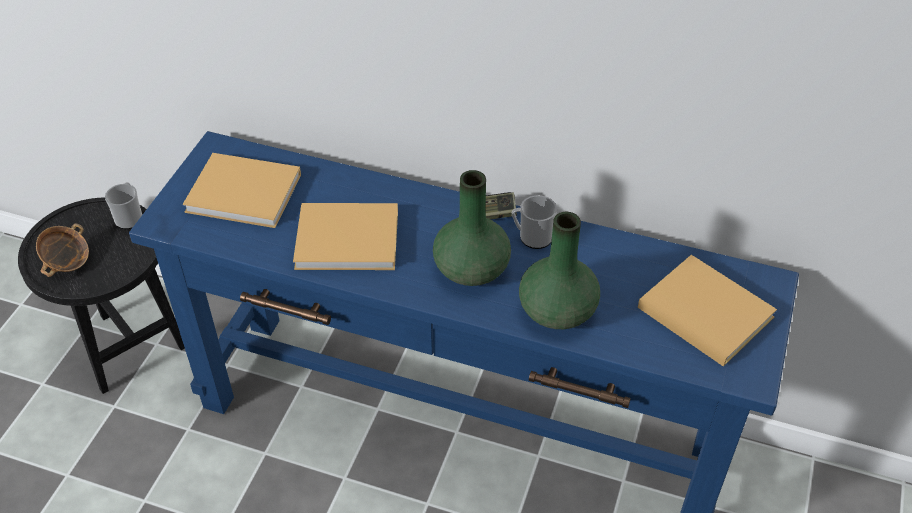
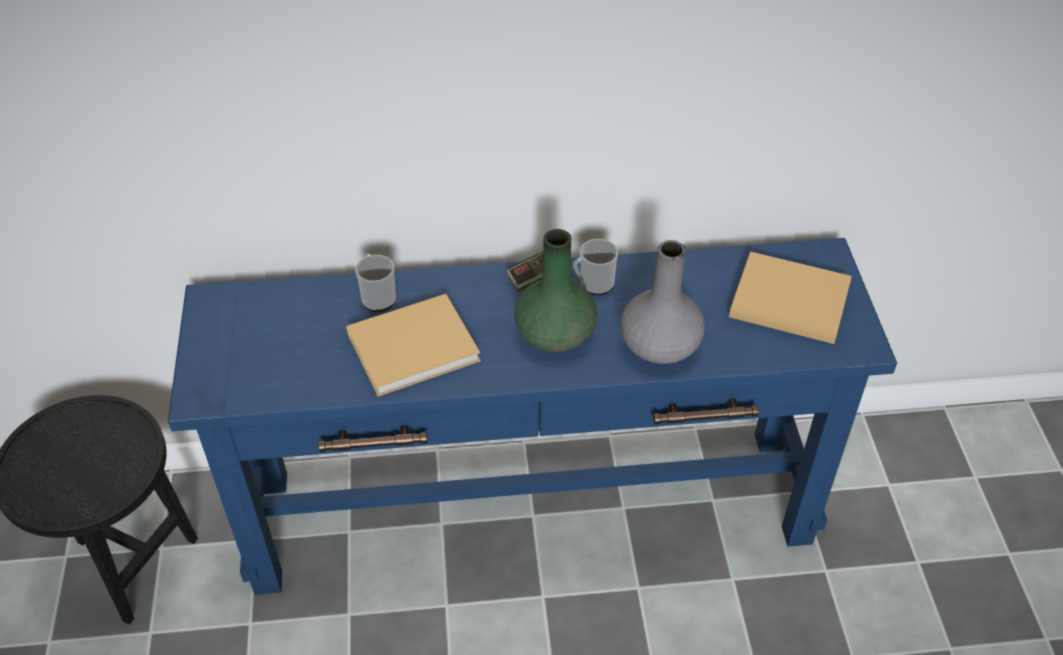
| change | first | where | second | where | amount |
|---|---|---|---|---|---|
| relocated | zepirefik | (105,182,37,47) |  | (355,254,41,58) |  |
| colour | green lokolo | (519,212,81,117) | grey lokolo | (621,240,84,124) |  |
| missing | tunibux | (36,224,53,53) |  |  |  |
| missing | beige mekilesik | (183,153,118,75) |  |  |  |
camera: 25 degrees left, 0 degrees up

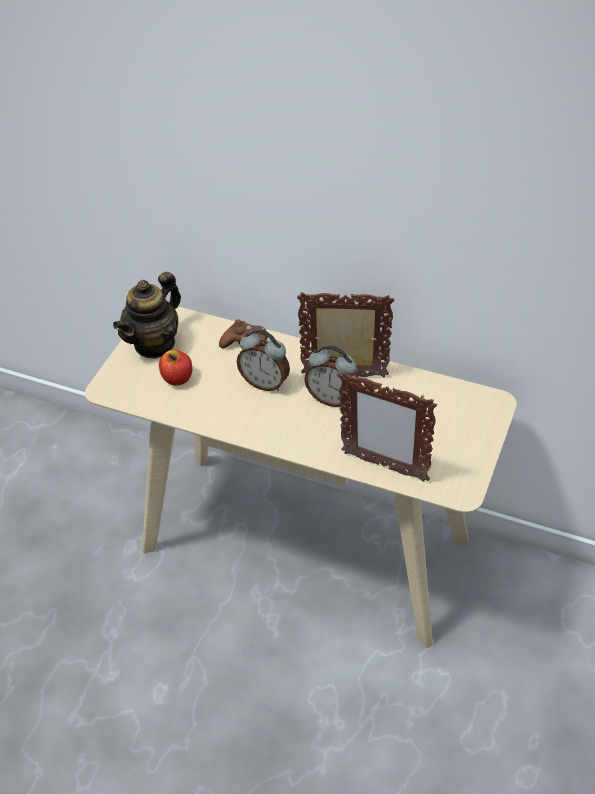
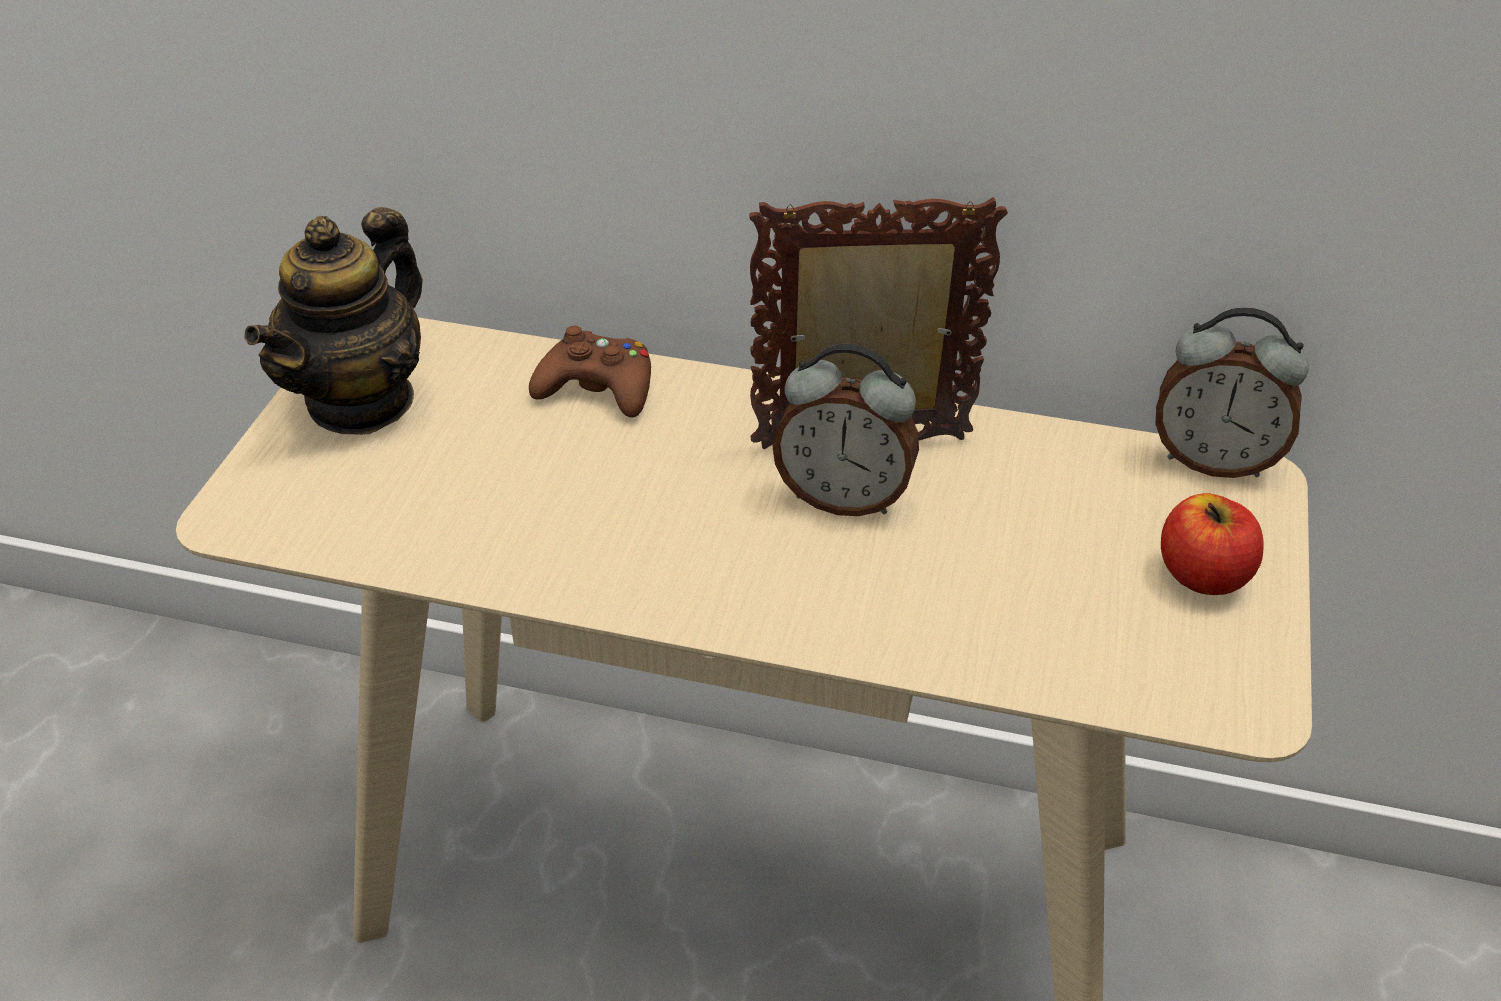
| change | first | where | second | where | amount |
|---|---|---|---|---|---|
| relocated | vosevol | (237,330,53,61) |  | (1155,307,154,171) |  |
| relocated | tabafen | (159,349,33,36) |  | (1161,493,103,102) |  |
| missing | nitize | (338,372,99,110) |  |  |  |
camera: 10 degrees left, 5 degrees down

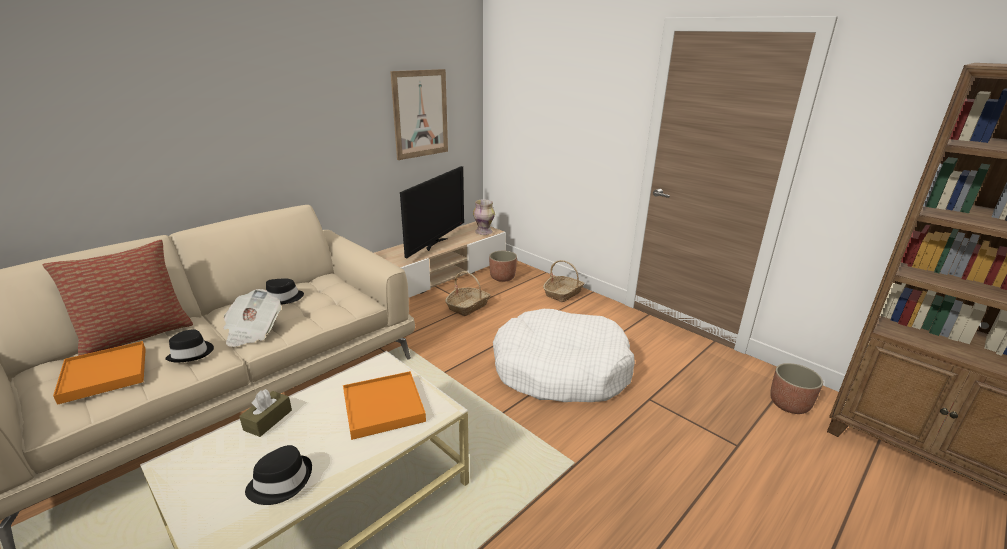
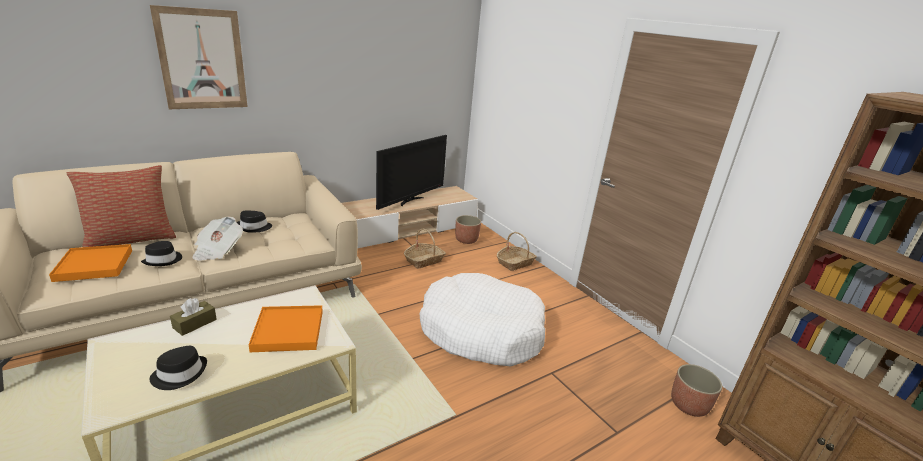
| change | first | where | second | where | amount |
|---|---|---|---|---|---|
| relocated | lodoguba | (390,69,58,91) |  | (150,5,98,104) |  |
| missing | lokolo | (473,200,22,35) |  |  |  |
camera: 10 degrees right, 0 degrees up

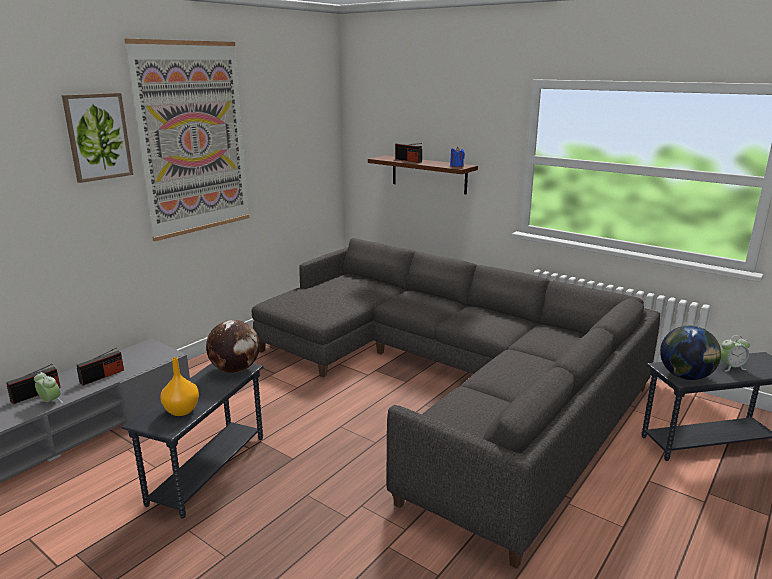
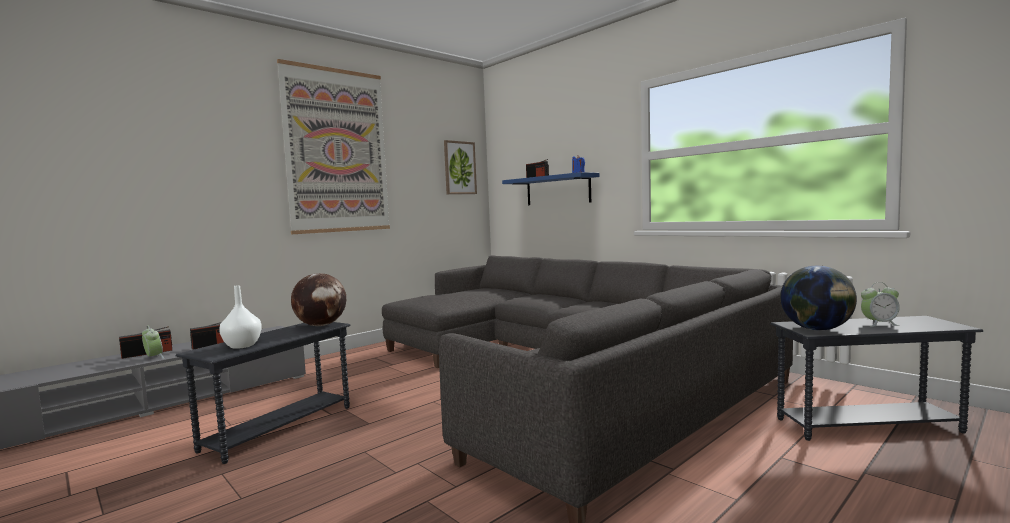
| change | first | where | second | where | amount |
|---|---|---|---|---|---|
| colour | orange lokolo | (161,357,38,59) | white lokolo | (219,285,43,64) |  |
| relocated | lodoguba | (62,93,71,90) |  | (444,140,33,54) |  |
| colour | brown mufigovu | (368,155,110,39) | blue mufigovu | (502,172,97,33) |  |
camera: 10 degrees right, 15 degrees down

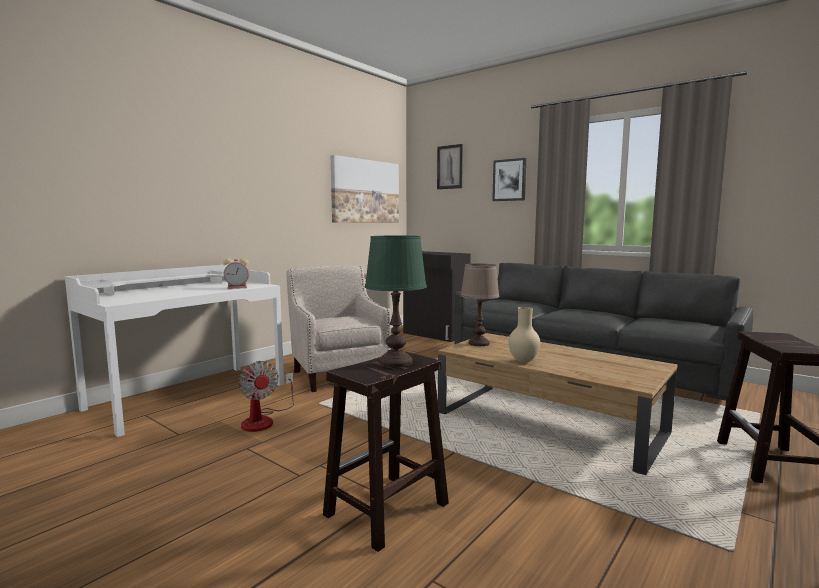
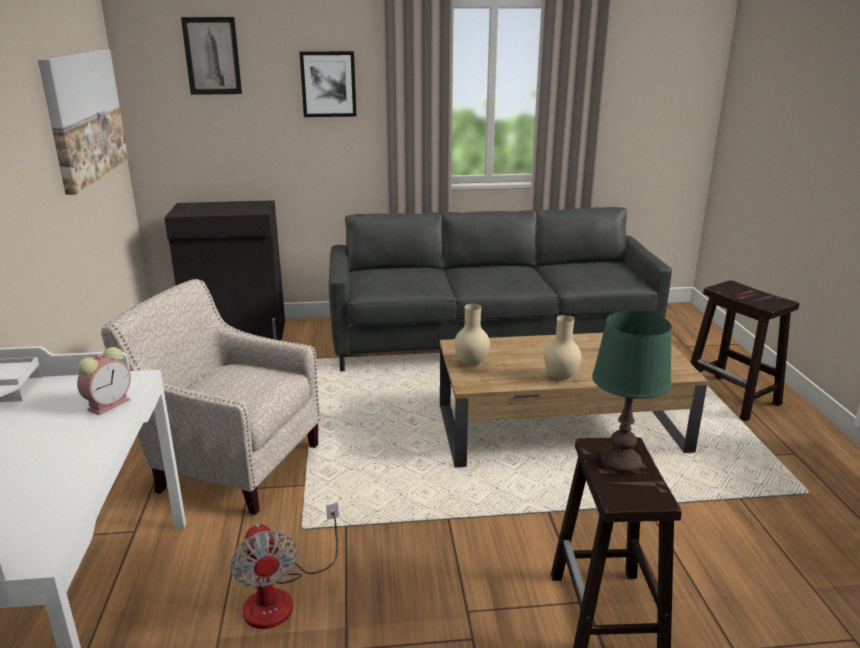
| change | first | where | second | where | amount |
|---|---|---|---|---|---|
| spun | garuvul | (239,361,55,71) |  | (230,503,109,126) | 60 degrees clockwise |
| exchanged | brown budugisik | (461,264,39,82) | beige lokolo | (454,304,36,63) |  |
camera: 45 degrees left, 15 degrees up

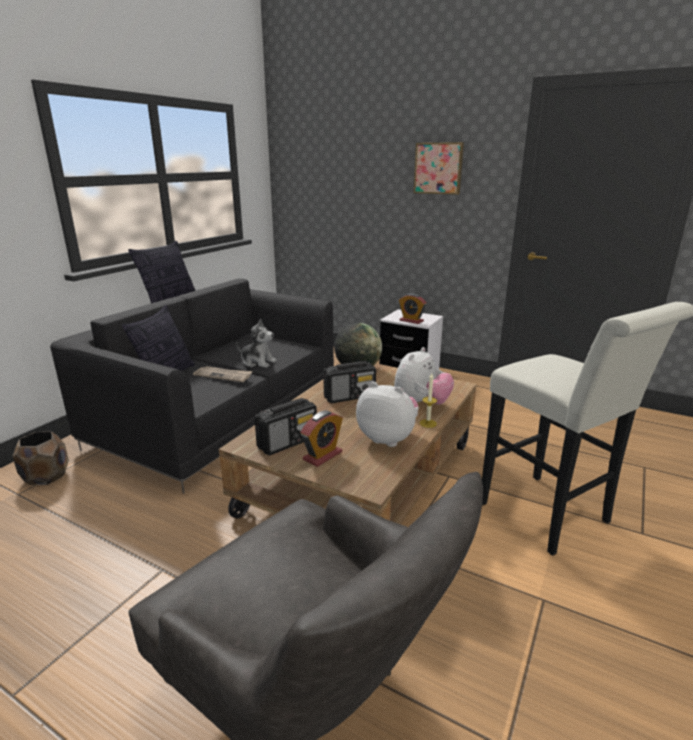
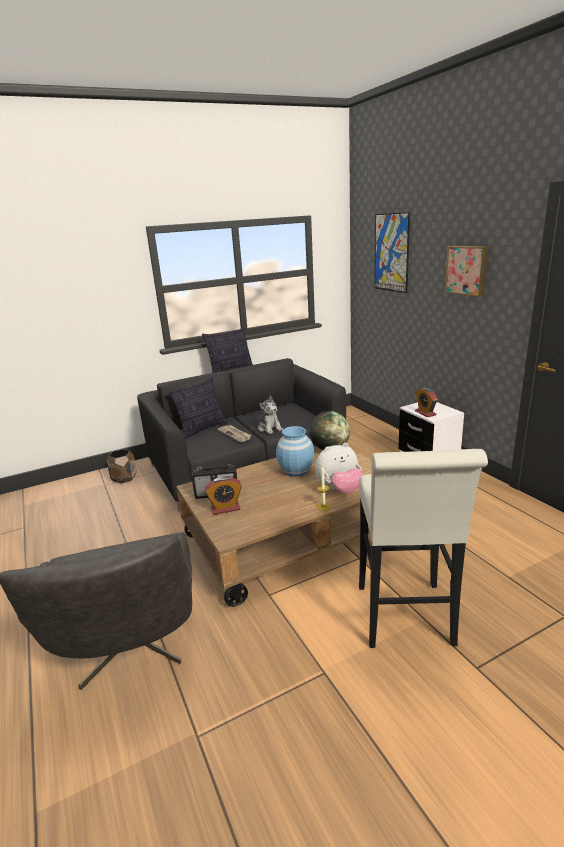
| change | first | where | second | where | amount |
|---|---|---|---|---|---|
| exchanged | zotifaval | (323,361,53,42) | blue lokolo | (276,426,39,51) |  |
| appeared |  |  | lodoguba | (375,212,35,81) |  |
| missing | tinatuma | (356,382,63,65) |  |  |  |
camera: 35 degrees right, 0 degrees up

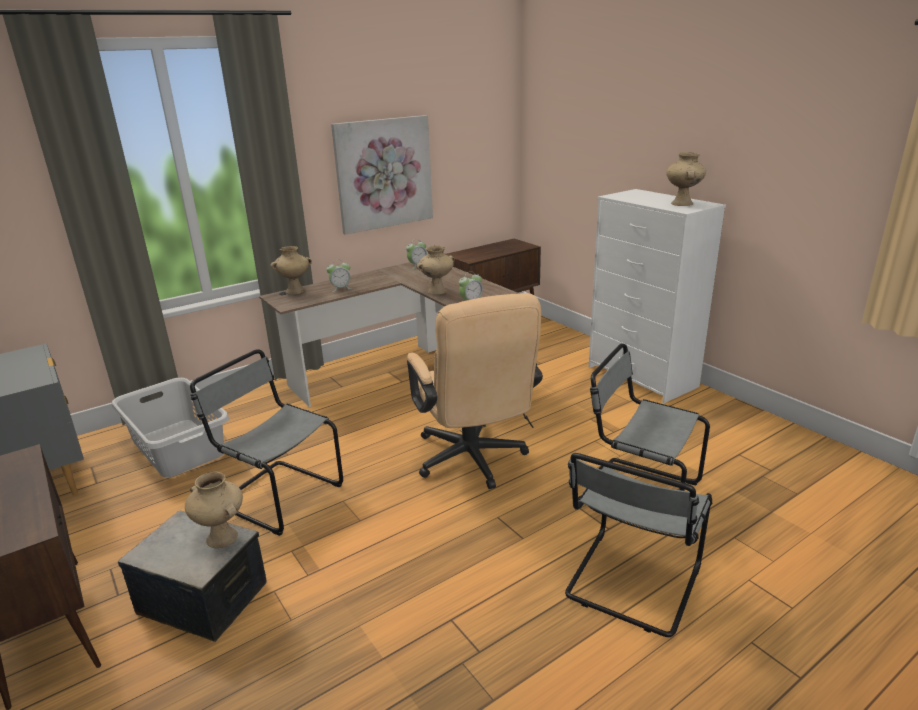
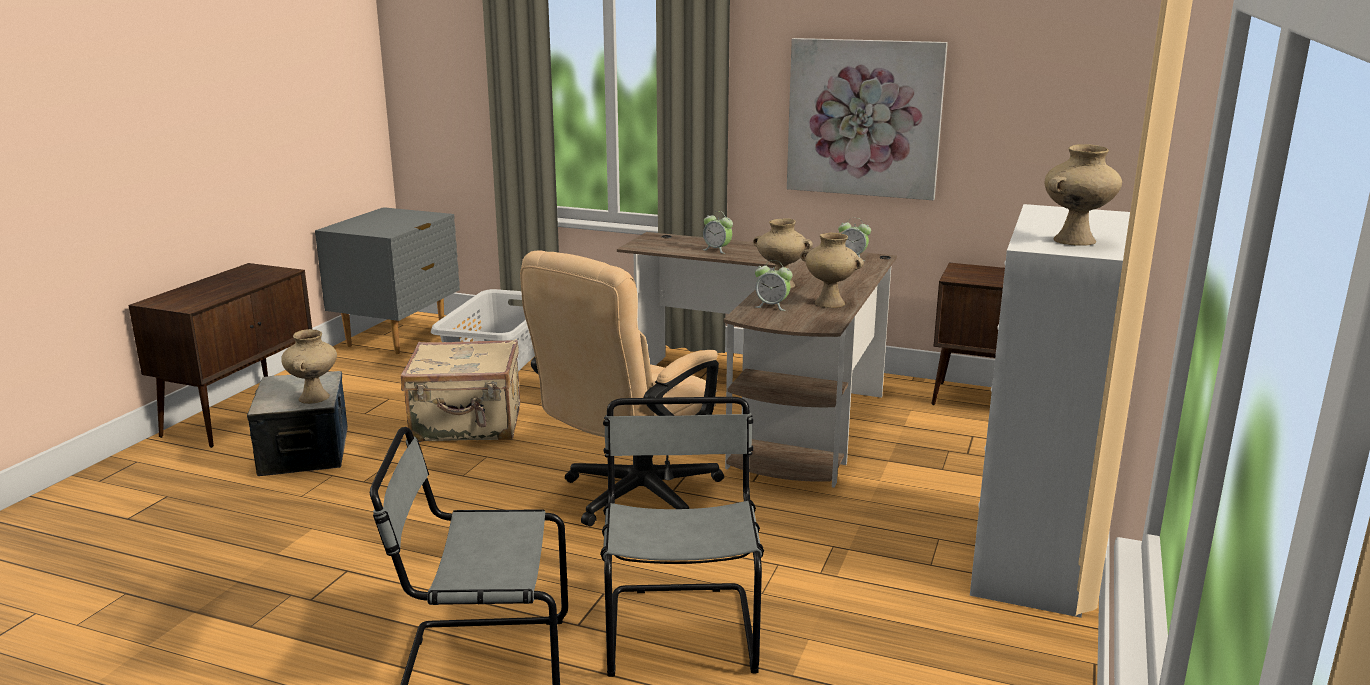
| change | first | where | second | where | amount |
|---|---|---|---|---|---|
| exchanged | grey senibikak | (190,350,153,186) | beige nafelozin | (401,339,119,103) |  |
| relocated | beige lokolo | (270,246,42,49) |  | (800,233,64,75) |  |
camera: 55 degrees right, 5 degrees down

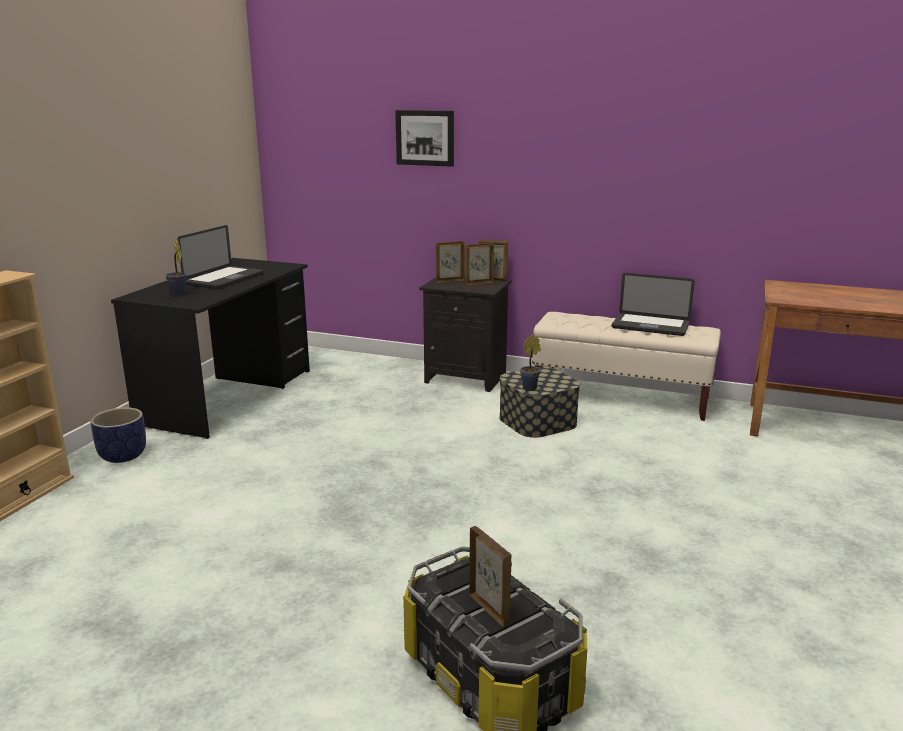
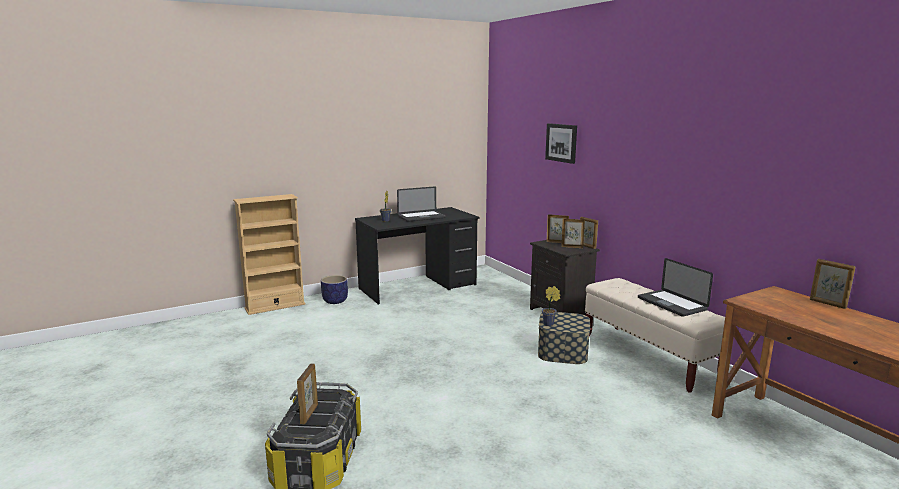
| change | first | where | second | where | amount |
|---|---|---|---|---|---|
| appeared |  |  | nitize | (810,259,46,50) |  |
camera: 40 degrees right, 5 degrees down

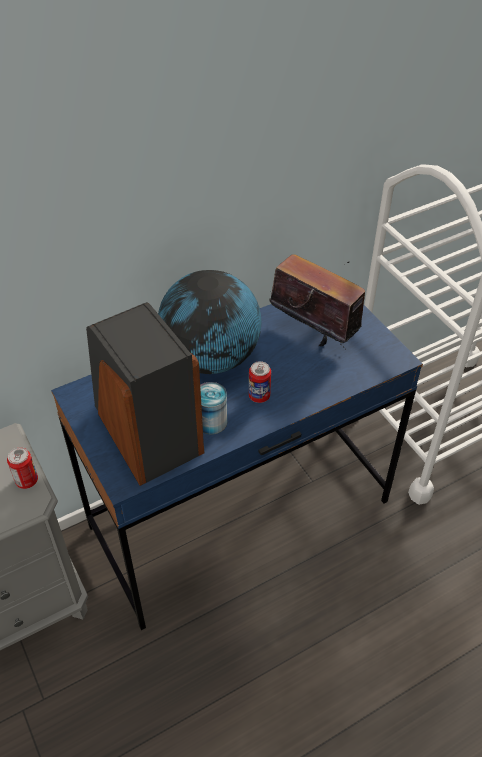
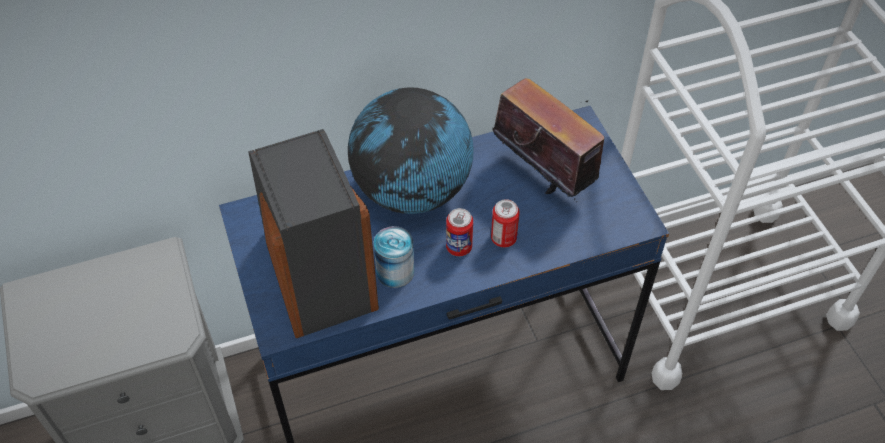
| change | first | where | second | where | amount |
|---|---|---|---|---|---|
| relocated | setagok | (7,447,31,42) |  | (491,199,29,48) |  |
camera: 10 degrees right, 5 degrees up

